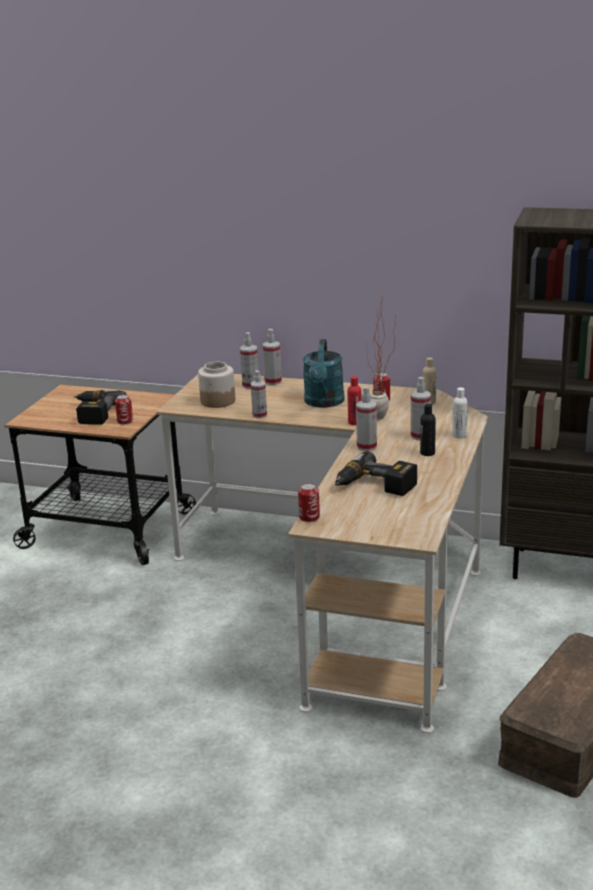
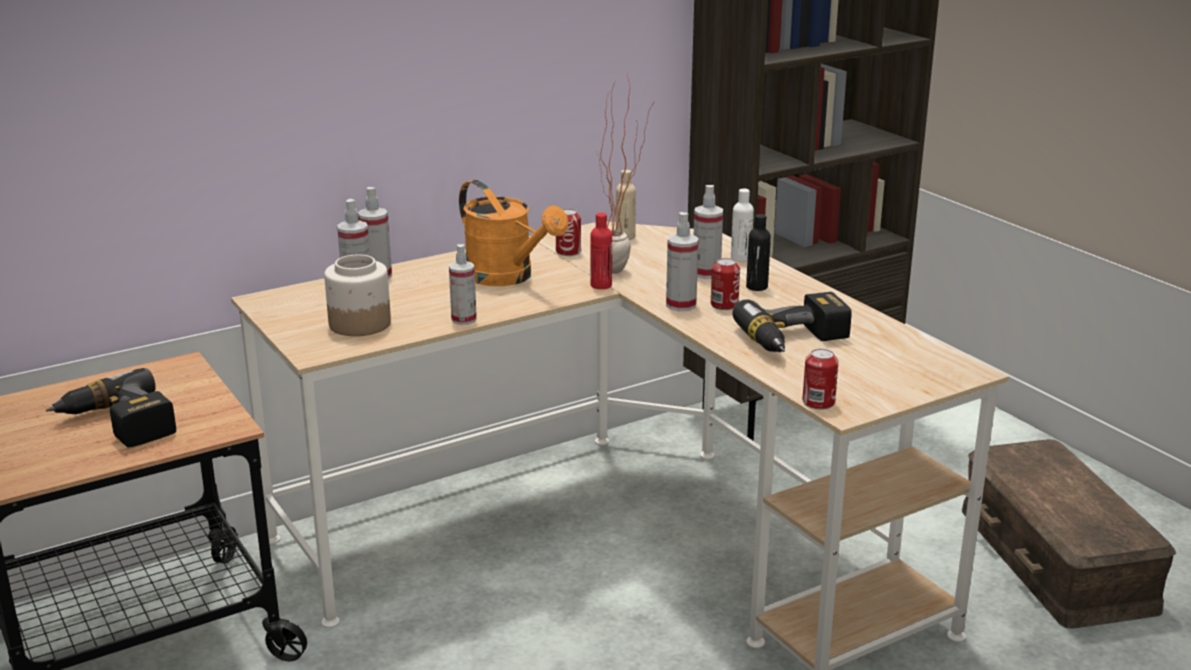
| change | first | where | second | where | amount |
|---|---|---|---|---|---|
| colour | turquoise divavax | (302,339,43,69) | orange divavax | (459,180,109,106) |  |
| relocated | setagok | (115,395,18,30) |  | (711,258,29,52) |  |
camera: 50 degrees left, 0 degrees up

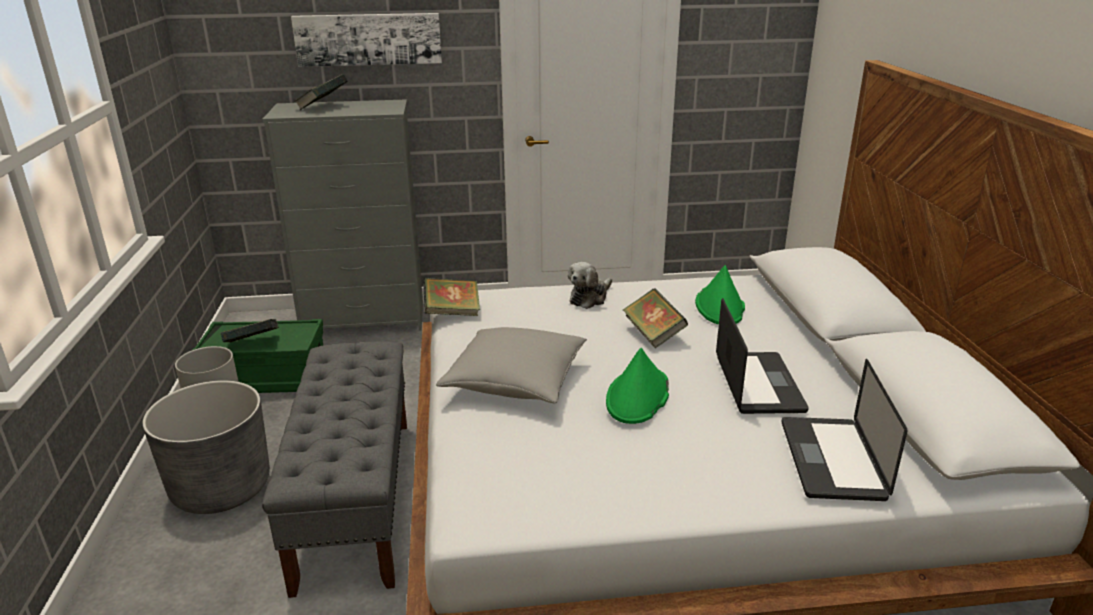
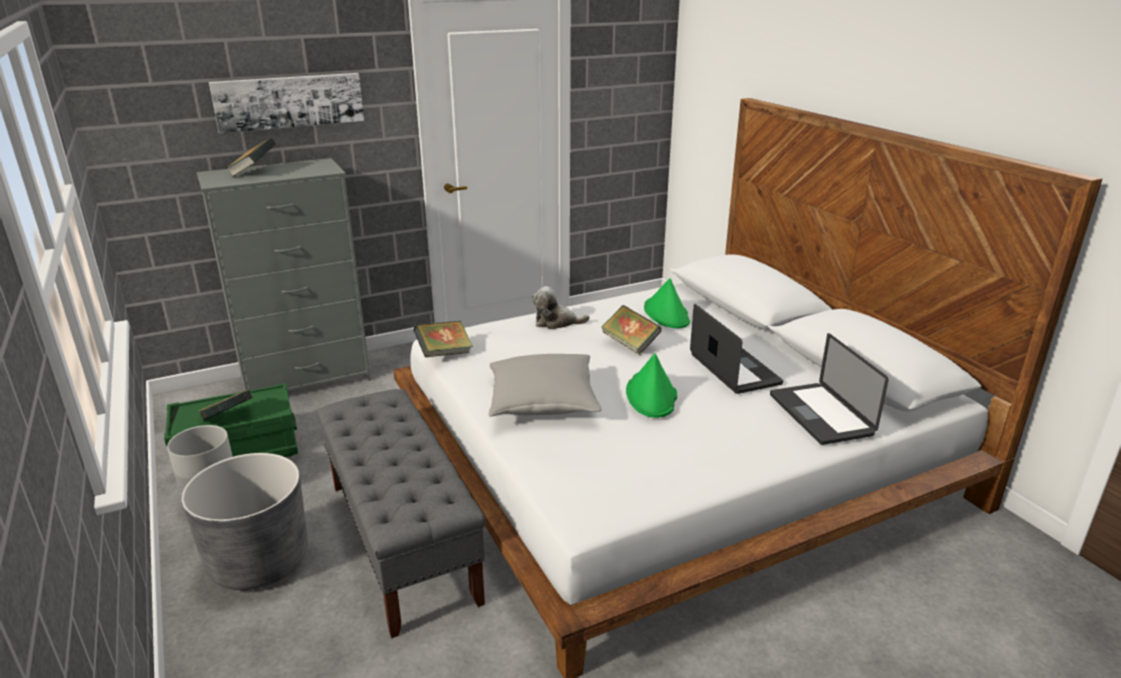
| change | first | where | second | where | amount |
|---|---|---|---|---|---|
| spun | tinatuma | (568,262,44,47) |  | (532,286,57,44) | 75 degrees clockwise |
camera: 20 degrees left, 0 degrees up

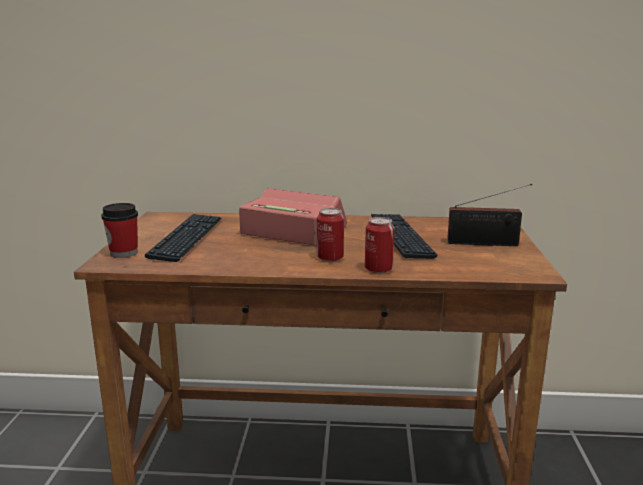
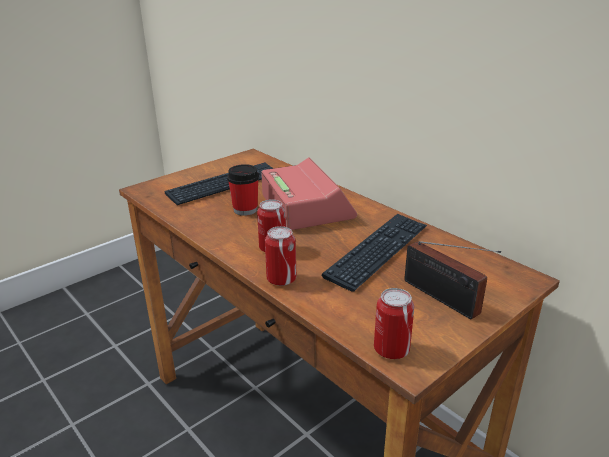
| change | first | where | second | where | amount |
|---|---|---|---|---|---|
| relocated | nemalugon | (101,203,37,55) |  | (227,164,32,52) |  |
| appeared |  |  | setagok | (374,288,40,71) |  |
camera: 45 degrees right, 10 degrees up

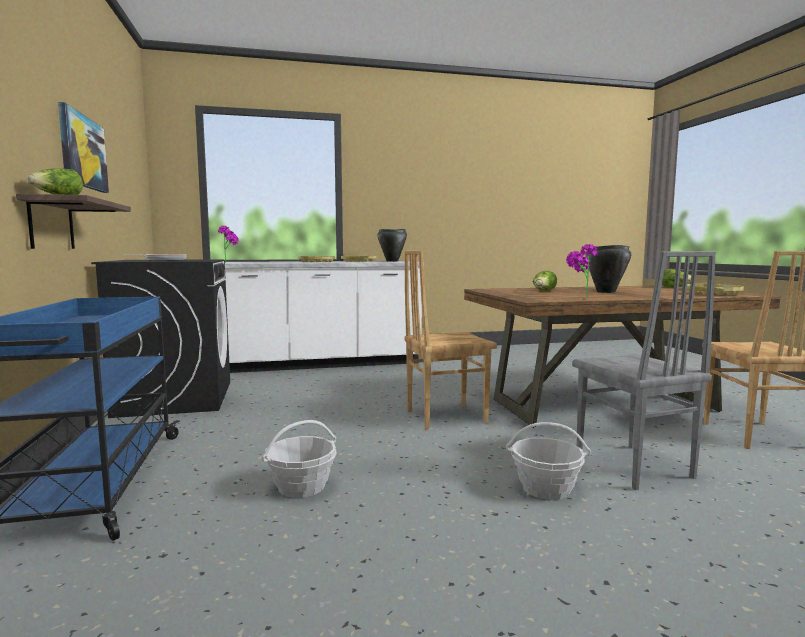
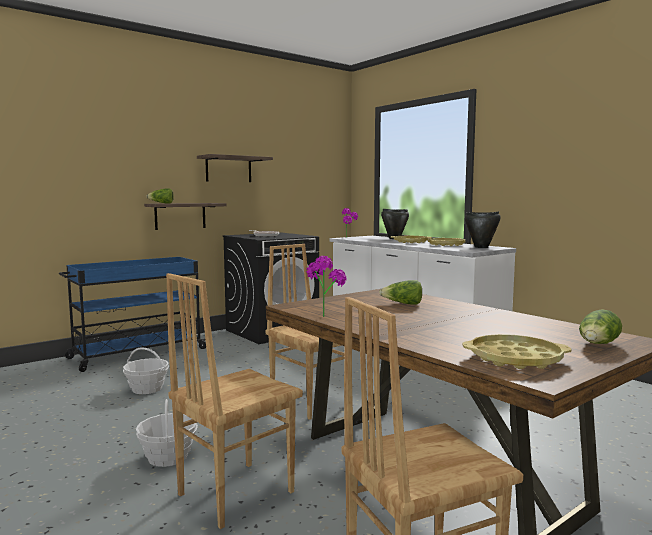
| change | first | where | second | where | amount |
|---|---|---|---|---|---|
| colour | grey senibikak | (572,251,144,239) | brown senibikak | (166,273,137,256) |  |
| exchanged | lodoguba | (58,102,51,91) | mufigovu | (197,154,76,28) |  |
| relocated | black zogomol | (585,245,46,48) |  | (381,209,28,30) |  |
camera: 65 degrees right, 0 degrees up

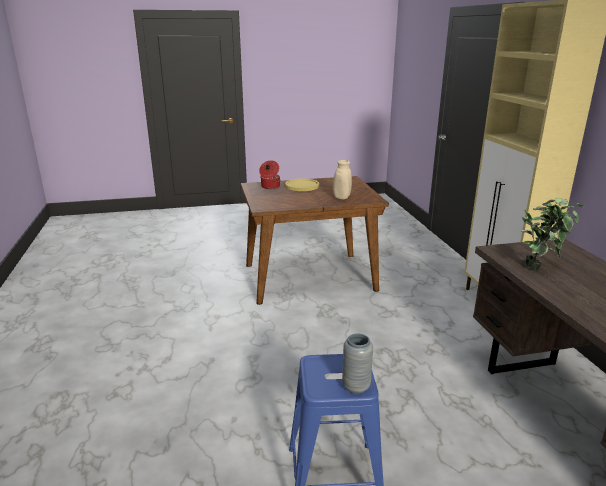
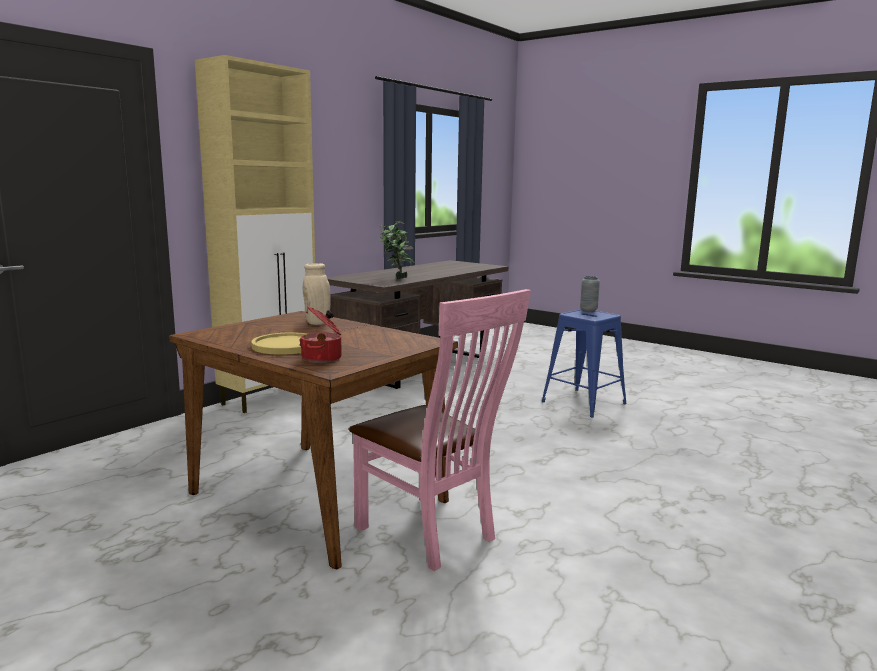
| change | first | where | second | where | amount |
|---|---|---|---|---|---|
| appeared |  |  | pink senibikak | (349,289,182,282) |  |
camera: 130 degrees left, 10 degrees down

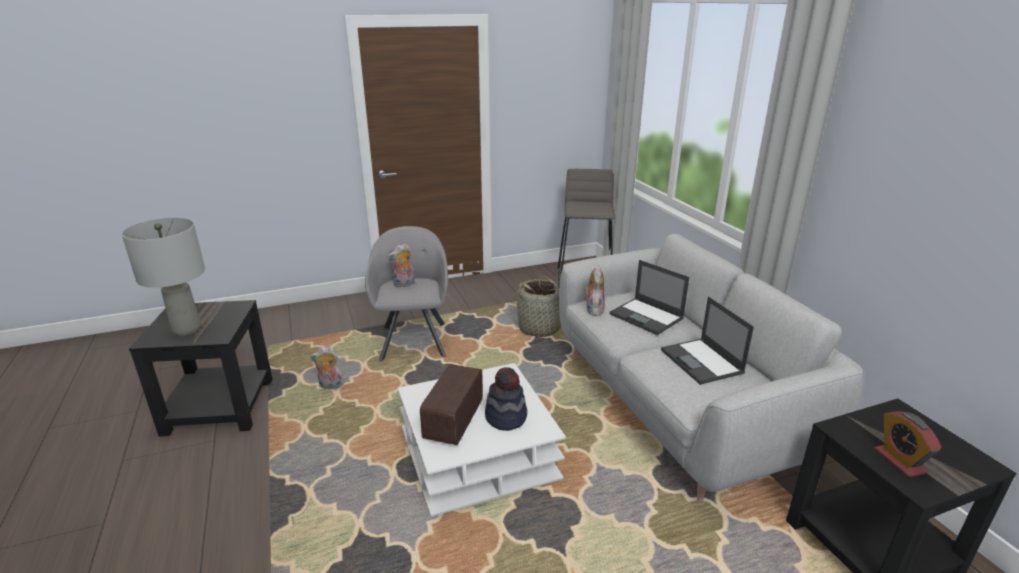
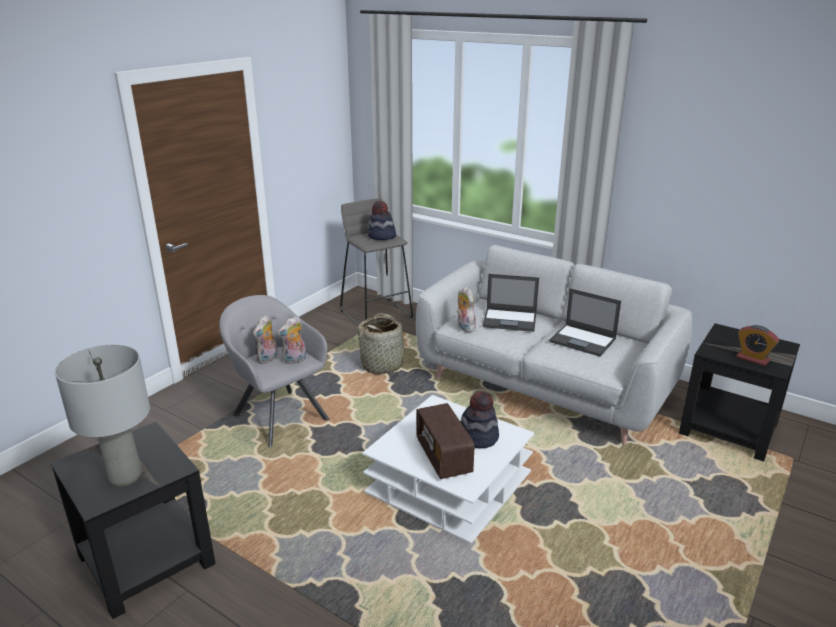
| change | first | where | second | where | amount |
|---|---|---|---|---|---|
| relocated | tinatuma | (310,346,34,43) |  | (277,317,29,47) |  |
| appeared |  |  | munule | (368,201,28,39) |  |
camera: 35 degrees left, 0 degrees up

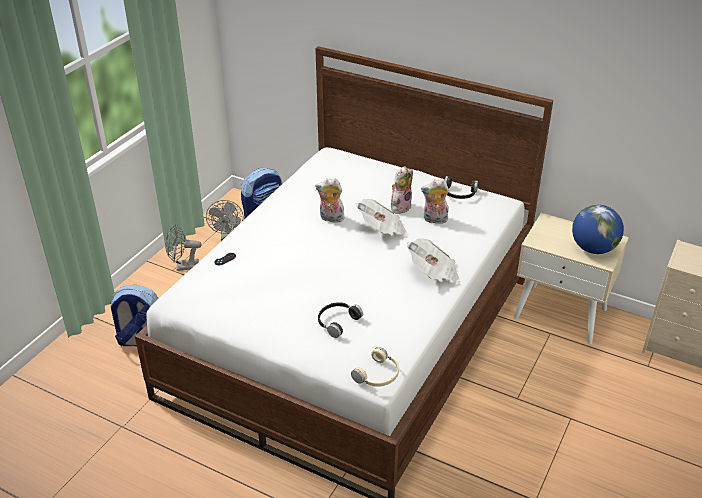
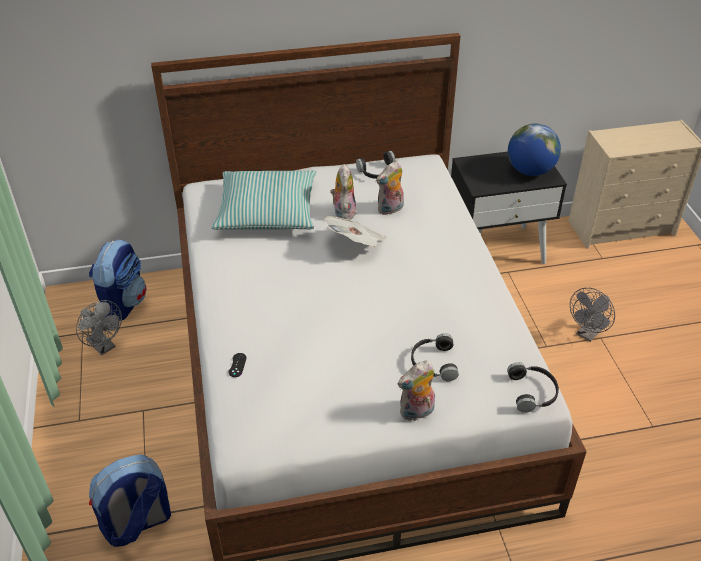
| change | first | where | second | where | amount |
|---|---|---|---|---|---|
| appeared |  |  | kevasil | (211,171,105,59) |  |
| relocated | tinatuma | (315,178,30,45) |  | (398,360,37,61) |  |
| colour | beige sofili | (514,213,115,131) | black sofili | (451,152,116,112) |  |
| colour | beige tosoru | (351,347,48,40) | black tosoru | (507,362,52,51) |  |
| relocated | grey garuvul | (166,224,35,47) |  | (570,288,45,54) |  |
| missing | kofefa | (407,239,53,44) |  |  |  |
camera: 40 degrees left, 5 degrees up

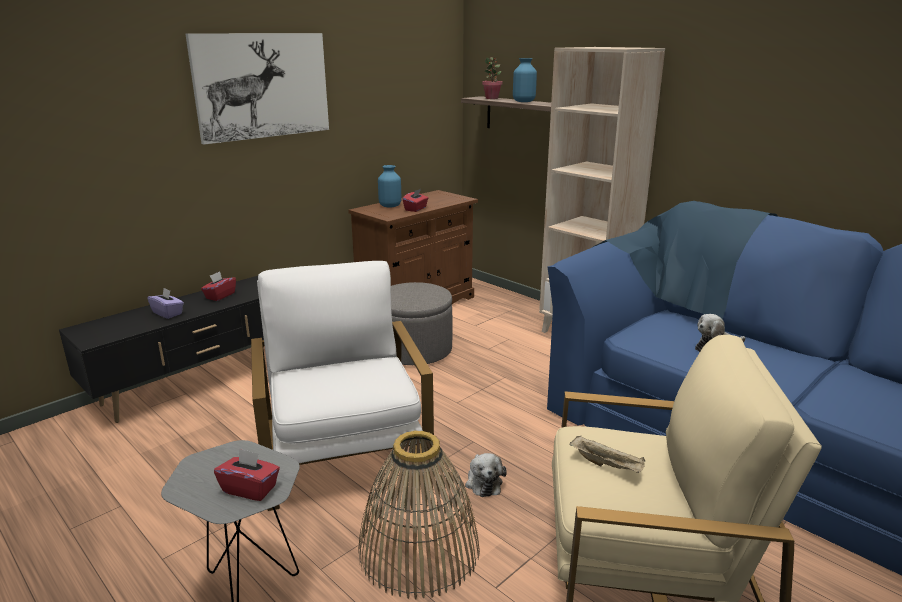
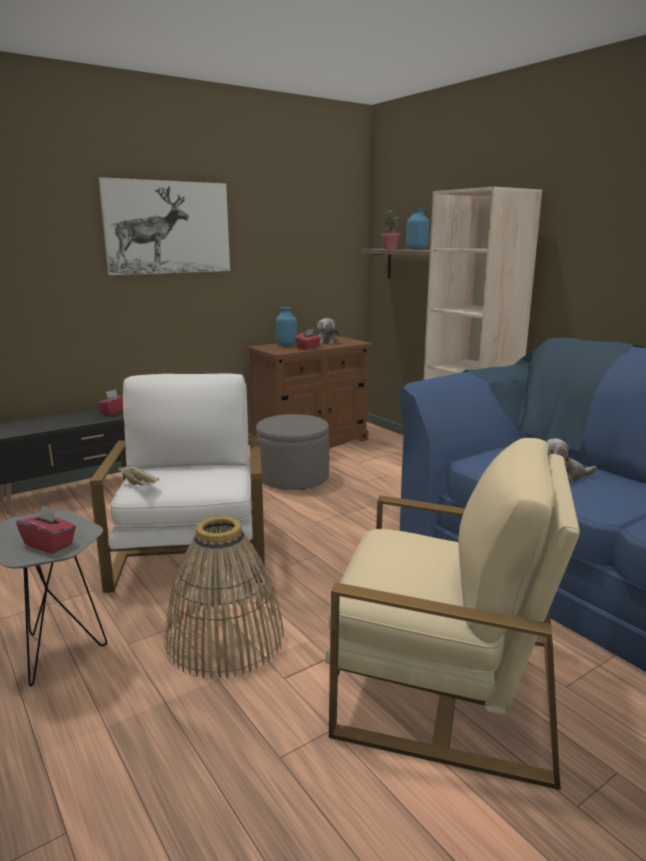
| change | first | where | second | where | amount |
|---|---|---|---|---|---|
| relocated | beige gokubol | (570,436,75,37) |  | (118,465,41,20) |  |
| relocated | tinatuma | (465,453,42,44) |  | (317,318,22,26) |  |
| missing | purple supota | (147,288,37,31) |  |  |  |
camera: 10 degrees right, 5 degrees down

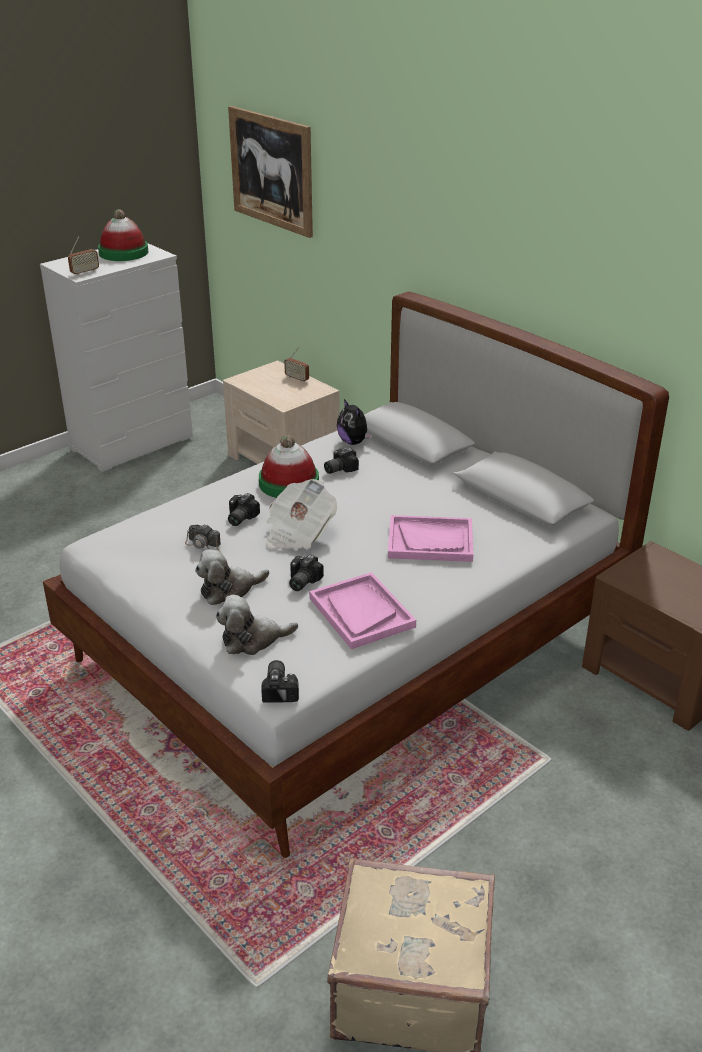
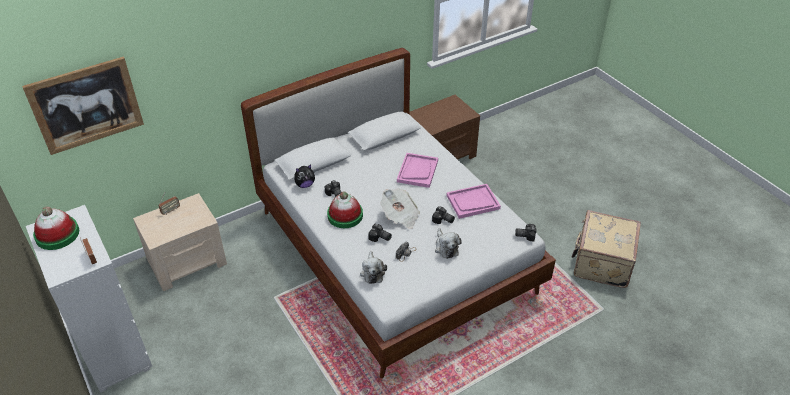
| change | first | where | second | where | amount |
|---|---|---|---|---|---|
| relocated | tinatuma | (216,595,82,60) |  | (360,251,27,33) |  |
camera: 80 degrees left, 10 degrees up

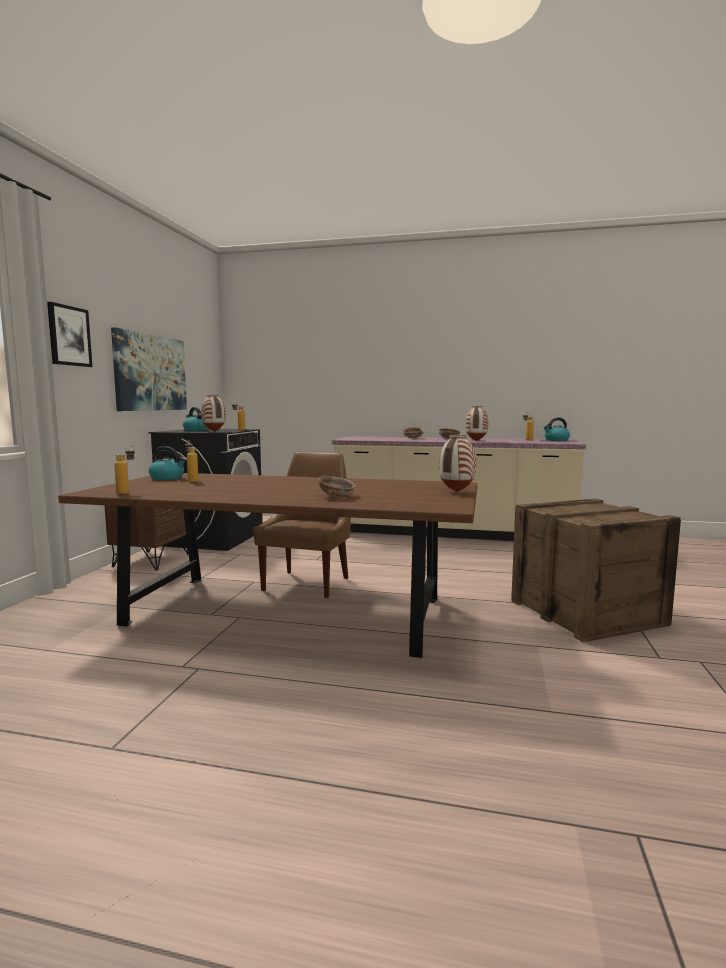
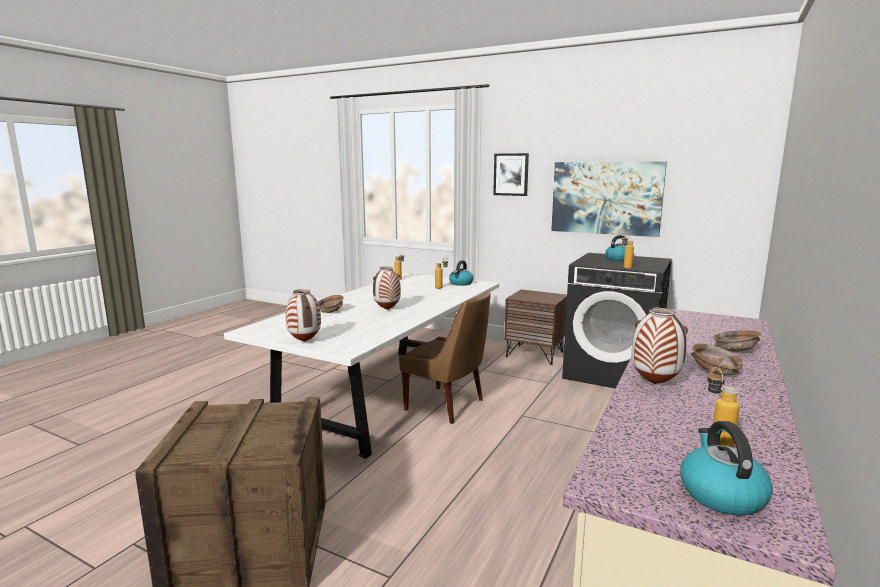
| change | first | where | second | where | amount |
|---|---|---|---|---|---|
| colour | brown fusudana | (58,473,419,185) | white fusudana | (224,273,275,186) |  |
| relocated | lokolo | (201,395,25,37) |  | (373,267,28,43) |  |
camera: 105 degrees right, 5 degrees up

